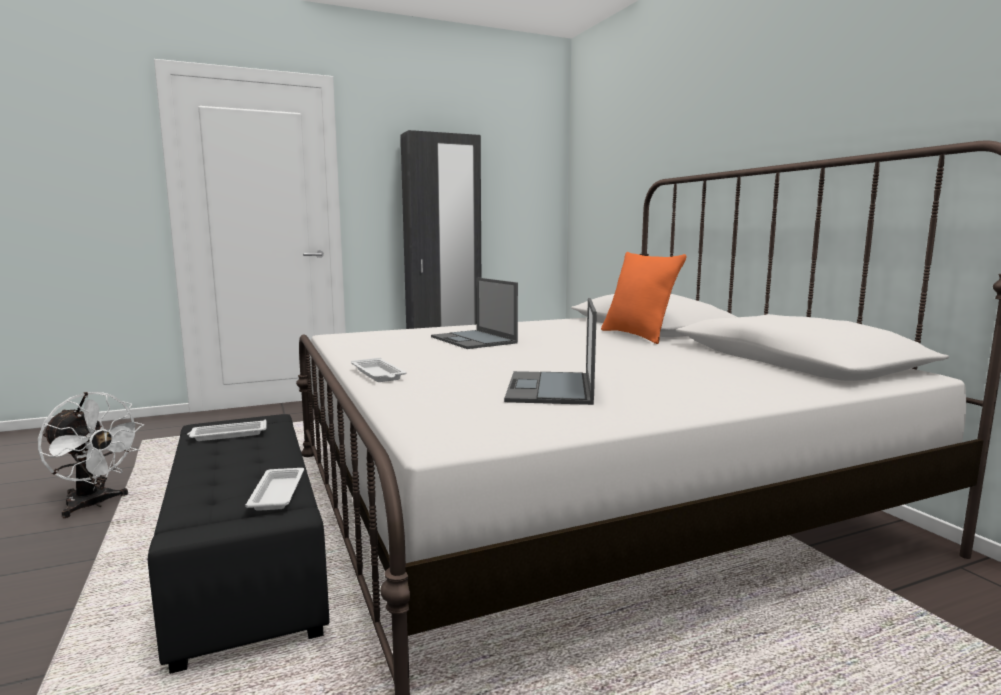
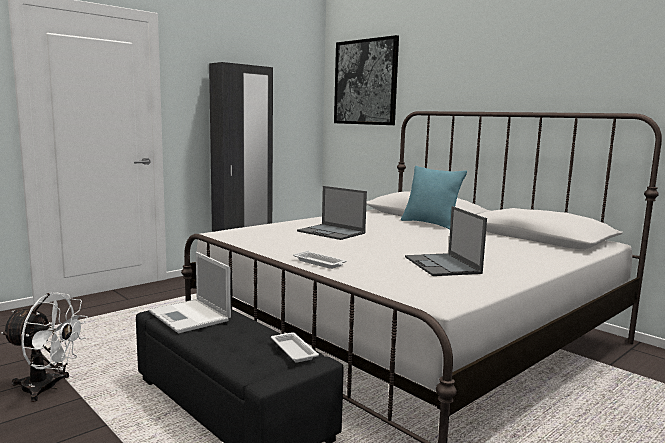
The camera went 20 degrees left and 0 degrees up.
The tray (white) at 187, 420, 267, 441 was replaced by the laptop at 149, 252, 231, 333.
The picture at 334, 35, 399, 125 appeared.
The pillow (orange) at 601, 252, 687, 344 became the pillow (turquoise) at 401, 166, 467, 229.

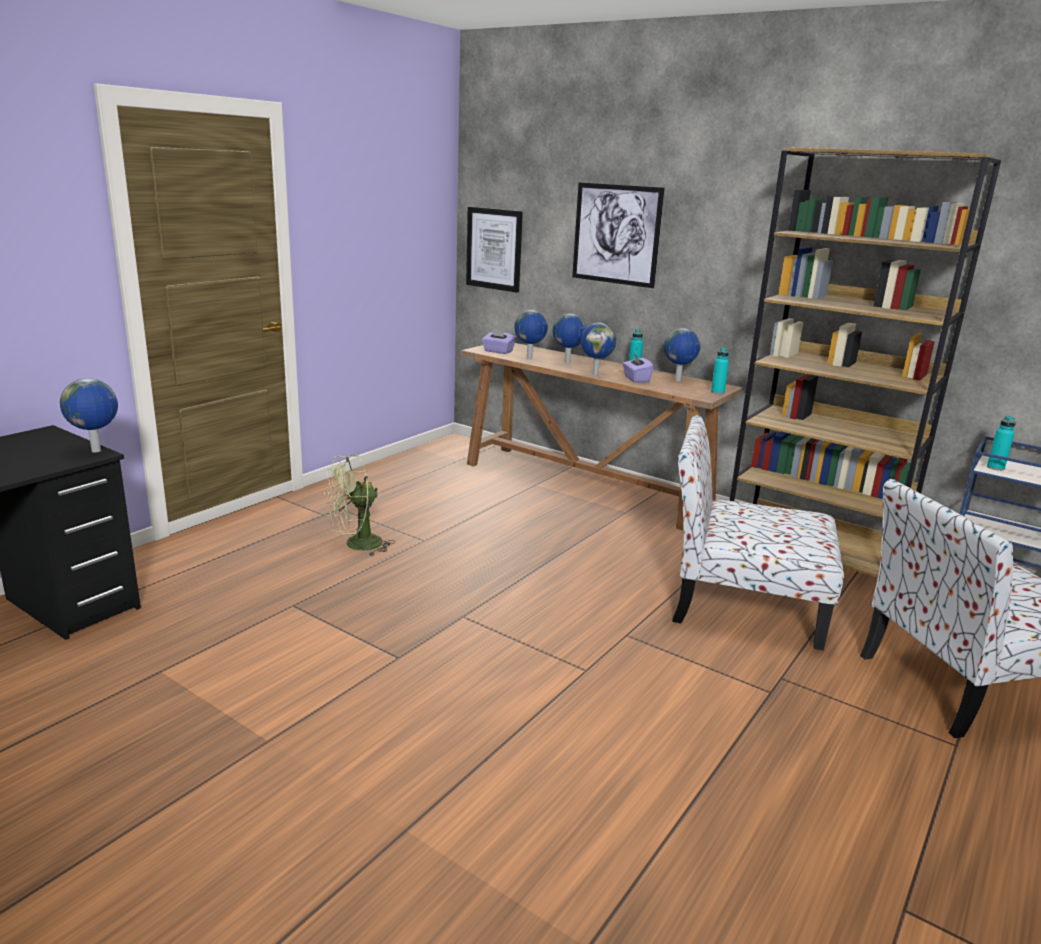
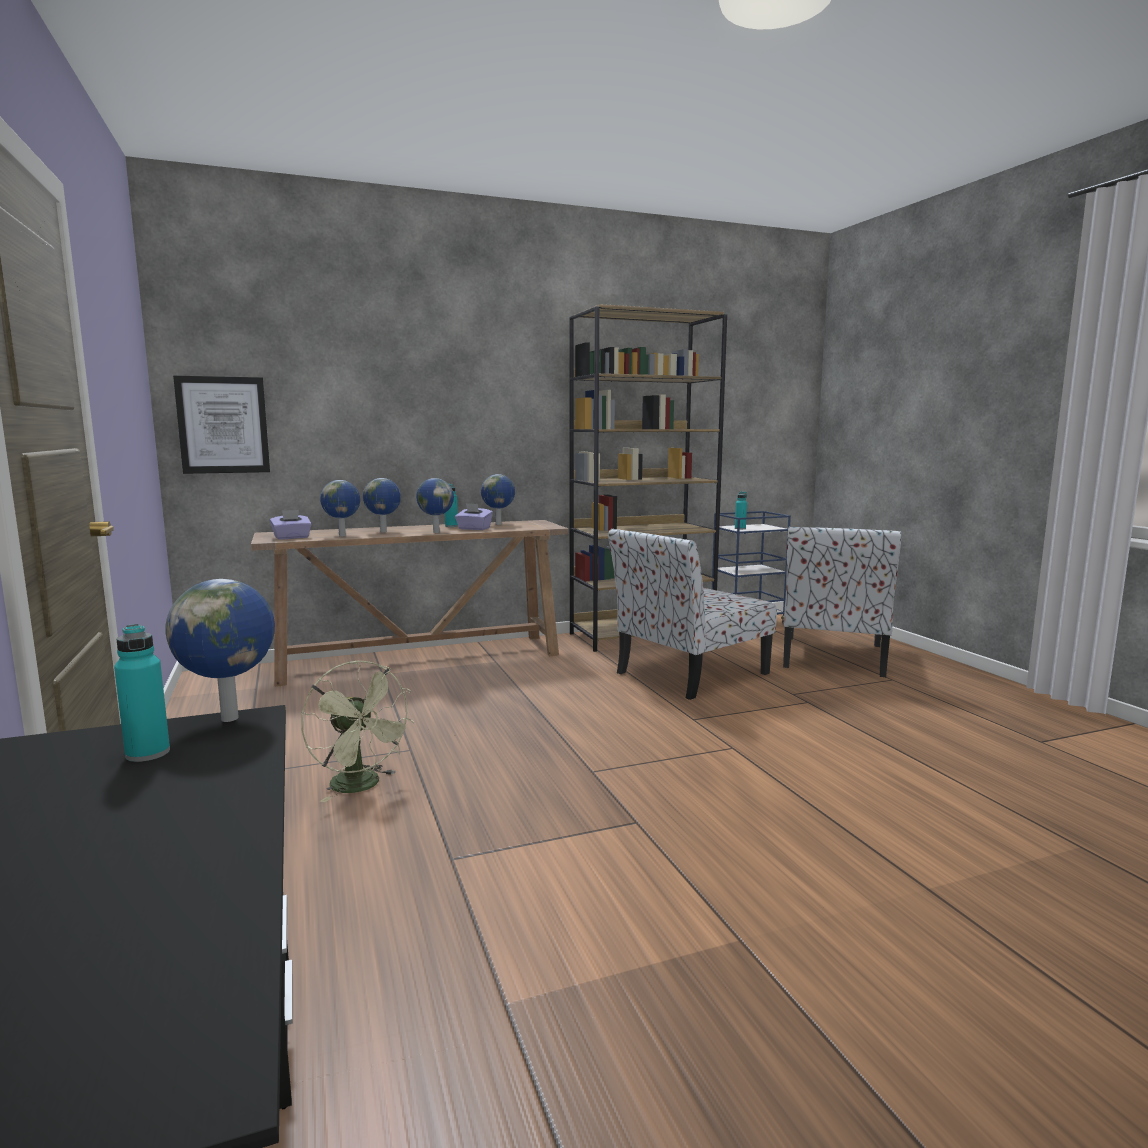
The camera went 55 degrees left and 10 degrees down.
The bottle (turquoise) moved from 711, 347, 729, 394 to 114, 624, 170, 762.
The fan (green) at 324, 454, 395, 557 turned 45 degrees counterclockwise.
The picture at 572, 182, 664, 288 disappeared.

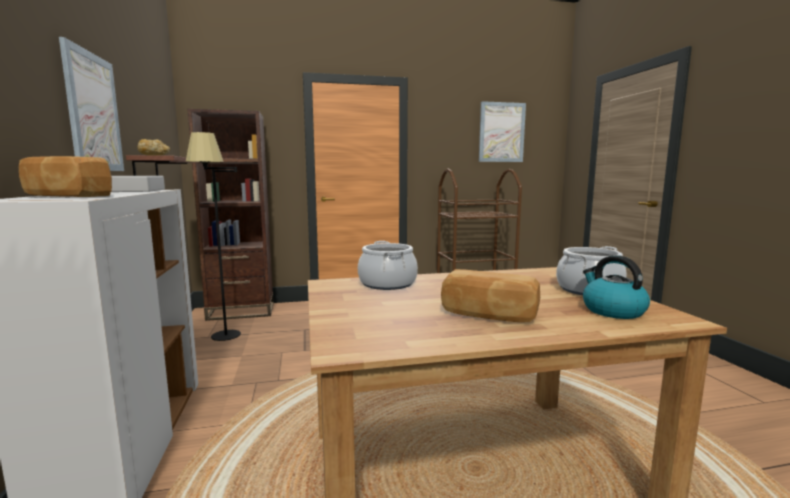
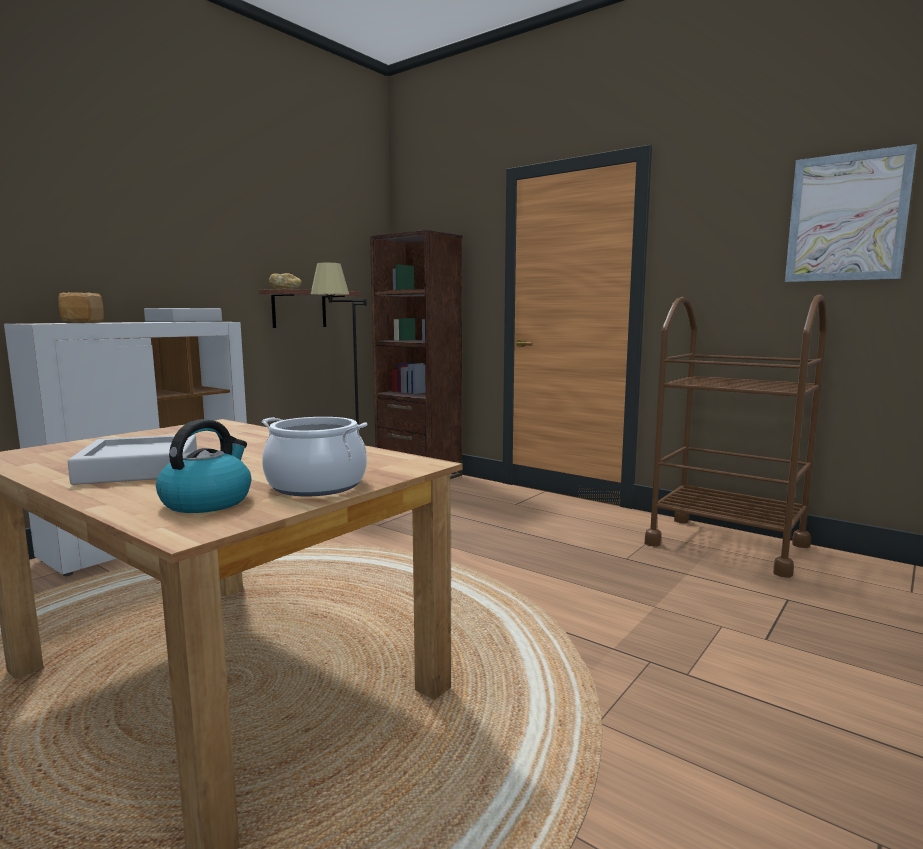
The camera went 50 degrees right and 0 degrees up.
The bread at 441, 269, 540, 322 was replaced by the tray (grey) at 67, 434, 197, 485.
The picture at 59, 37, 124, 171 disappeared.
The cooking pot at 358, 241, 418, 290 disappeared.

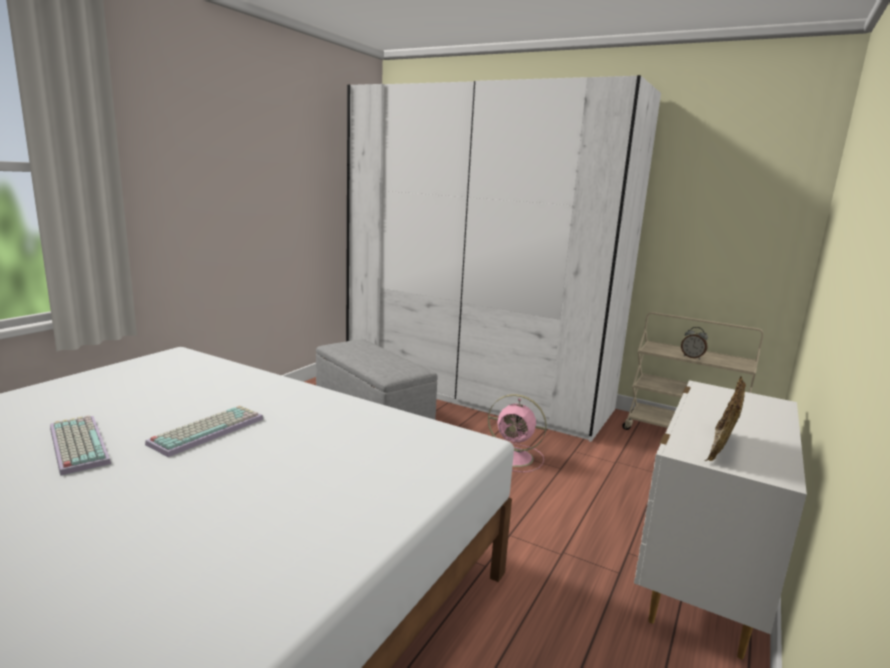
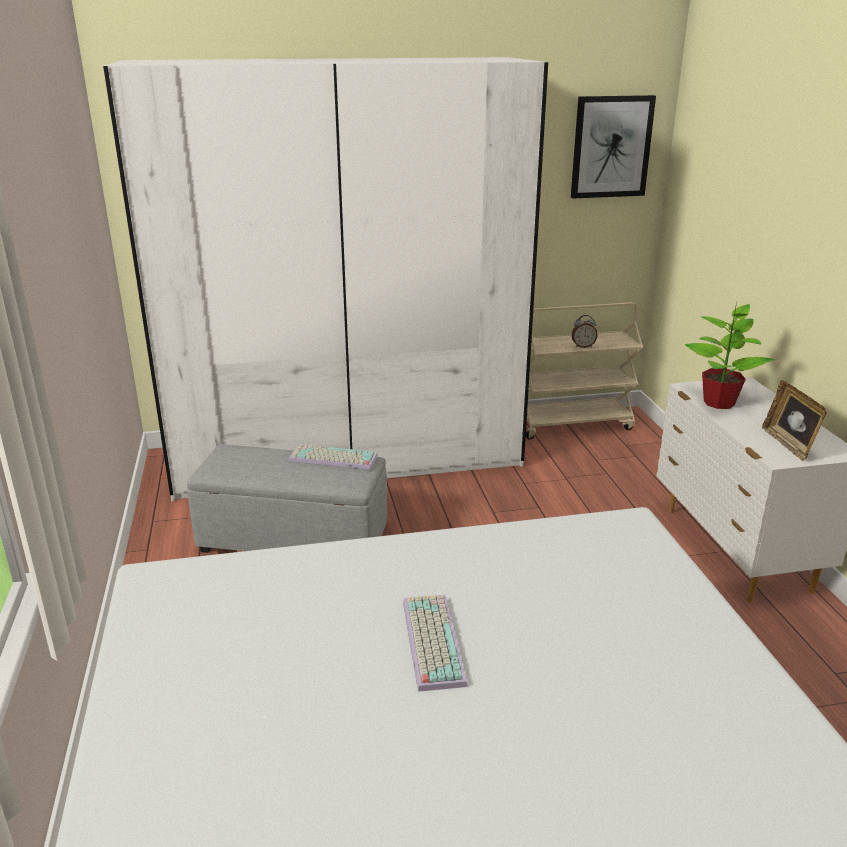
The camera went 40 degrees left and 10 degrees up.
The keyboard moved from 50, 415, 111, 476 to 289, 444, 378, 470.
The picture at 571, 95, 656, 199 appeared.
The potted plant at 685, 302, 774, 409 appeared.
The fan (pink) at 488, 394, 547, 472 disappeared.

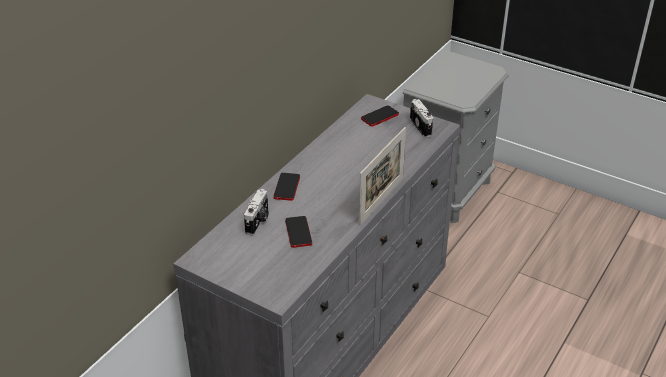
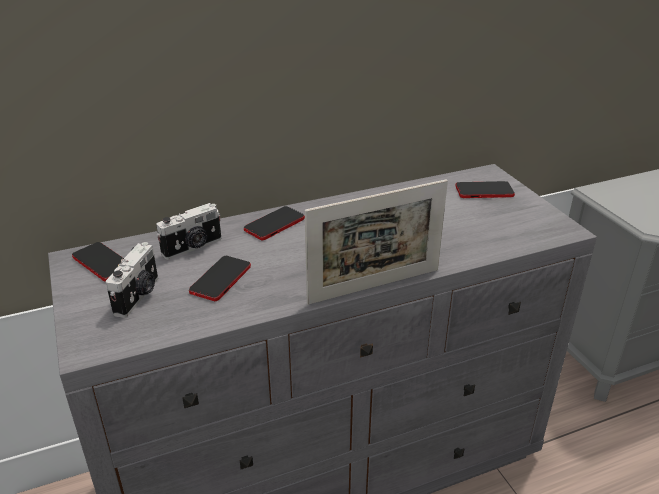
The camera went 35 degrees right and 5 degrees down.
The phone at 72, 242, 124, 282 appeared.
The photo camera moved from 410, 99, 433, 138 to 106, 242, 158, 318.

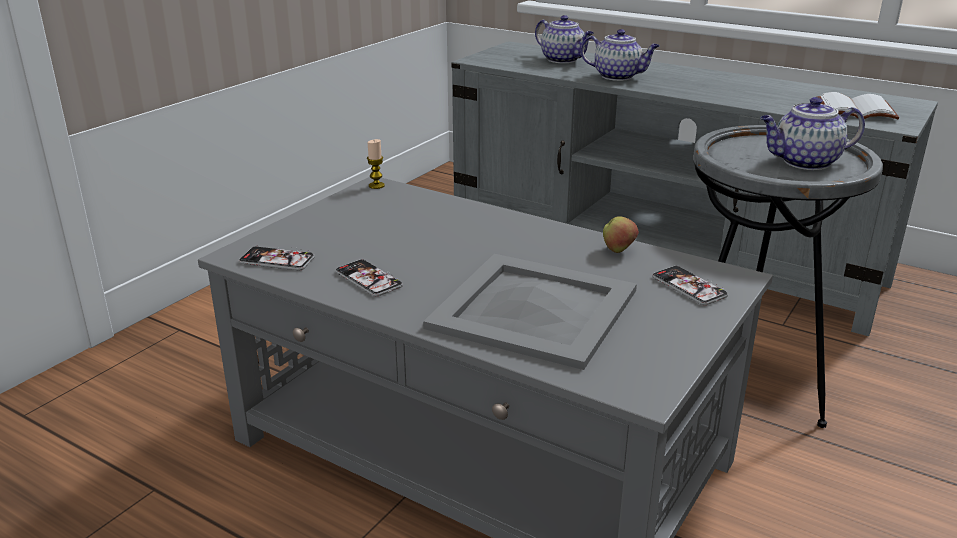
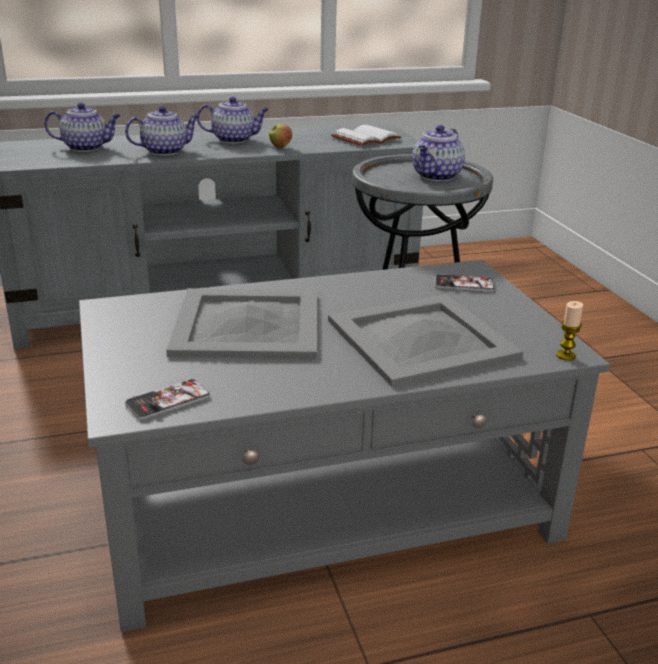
The camera went 50 degrees left and 0 degrees up.
The tray (grey) at 166, 288, 317, 359 appeared.
The teapot at 197, 97, 269, 143 appeared.
The apple moved from 603, 216, 639, 253 to 269, 124, 292, 148.
The candle moved from 367, 139, 385, 189 to 556, 301, 583, 360.
The phone at 335, 259, 403, 297 disappeared.

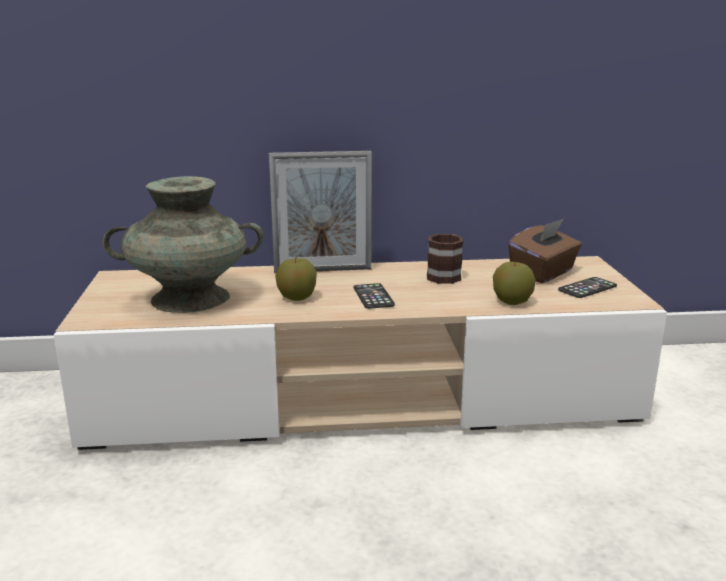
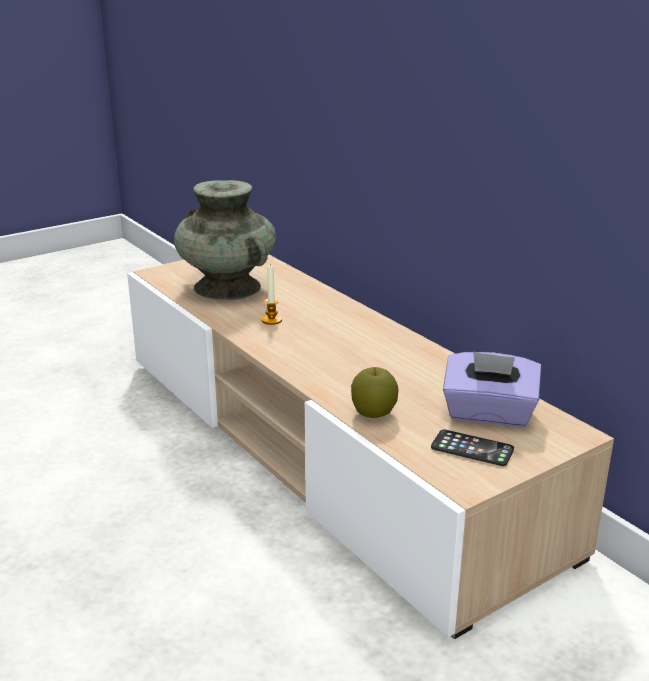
The camera went 60 degrees right and 5 degrees up.
The apple at 275, 258, 317, 301 was replaced by the candle at 262, 264, 282, 325.
The tissue box (brown) at 508, 219, 582, 283 became the tissue box (purple) at 443, 351, 541, 427.
The picture frame at 269, 151, 372, 273 disappeared.
The phone at 354, 283, 395, 309 disappeared.
The mug at 427, 234, 463, 284 disappeared.

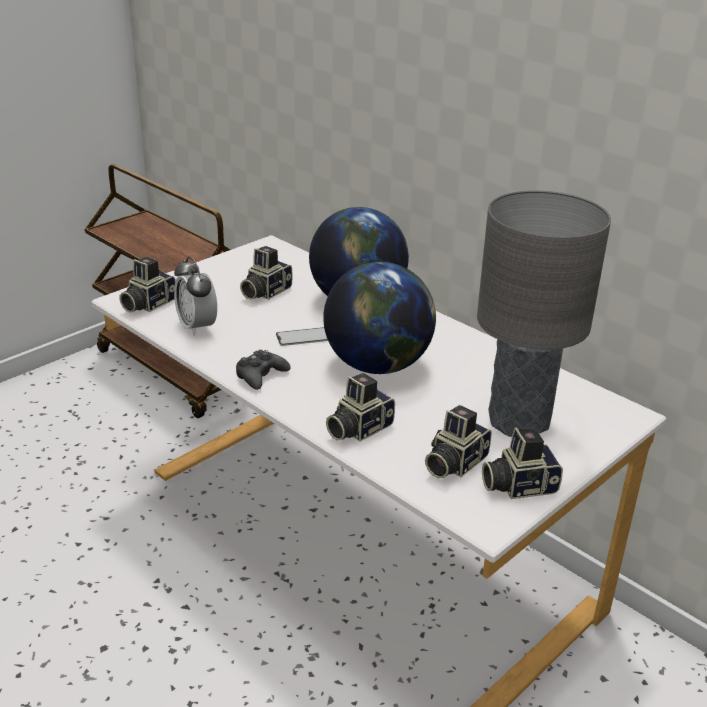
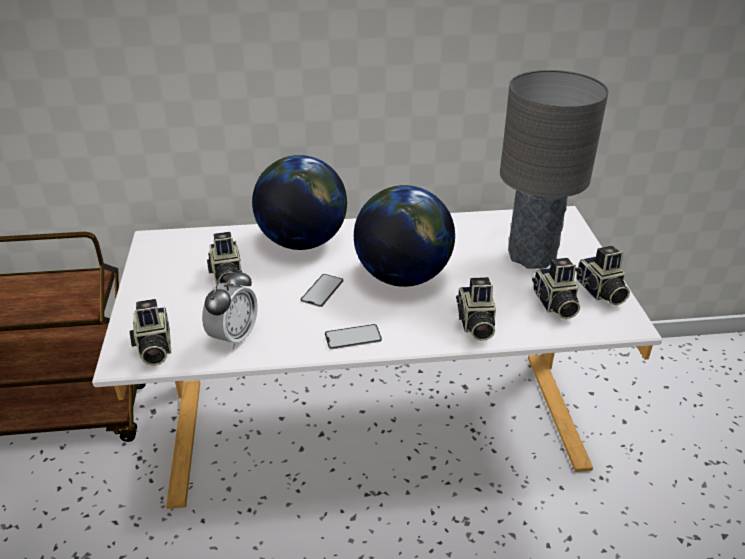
The camera went 50 degrees left and 5 degrees up.
The alarm clock at 174, 256, 217, 336 turned 75 degrees counterclockwise.
The game controller (black) at 236, 350, 290, 390 was replaced by the phone at 325, 324, 382, 349.
The photo camera at 482, 427, 563, 499 turned 45 degrees counterclockwise.

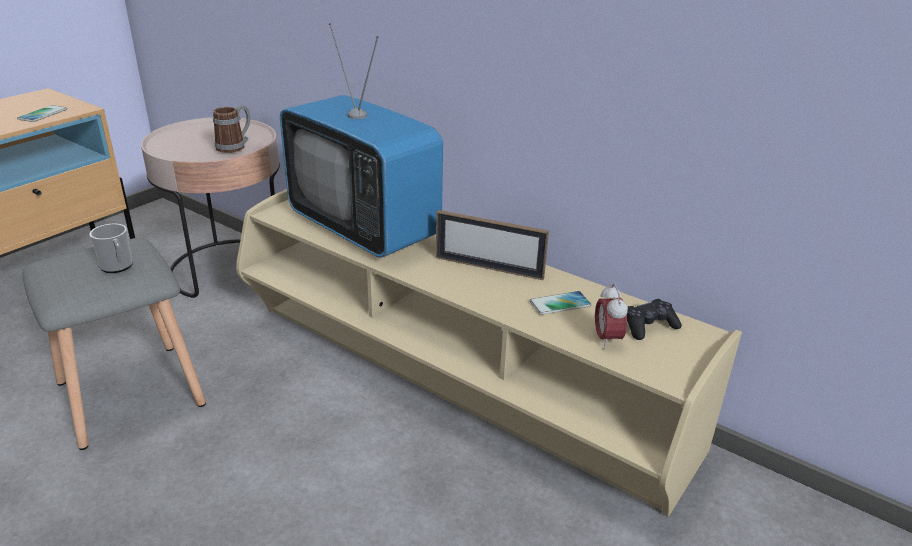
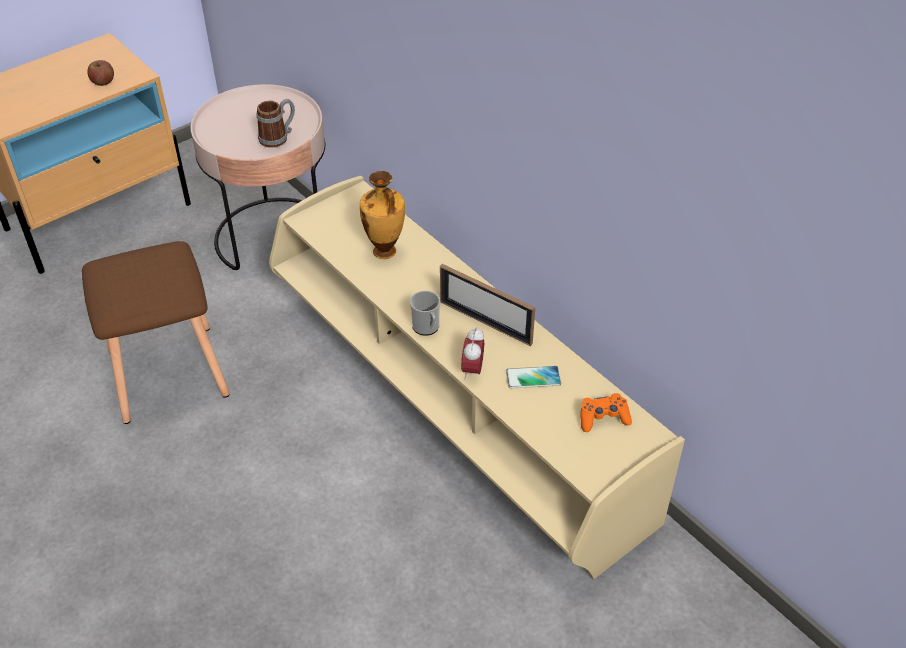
The camera went 15 degrees right and 15 degrees up.
The stool (grey) at 22, 238, 206, 450 became the stool (brown) at 82, 241, 229, 424.
The phone at 17, 105, 67, 122 was replaced by the apple at 87, 60, 114, 86.
The television at 280, 23, 443, 258 was replaced by the vase at 360, 171, 405, 259.
The mug moved from 89, 224, 133, 273 to 410, 291, 441, 336.
The alarm clock moved from 595, 284, 628, 349 to 461, 327, 484, 379.
The game controller (black) at 627, 299, 682, 340 became the game controller (orange) at 580, 393, 632, 432.

